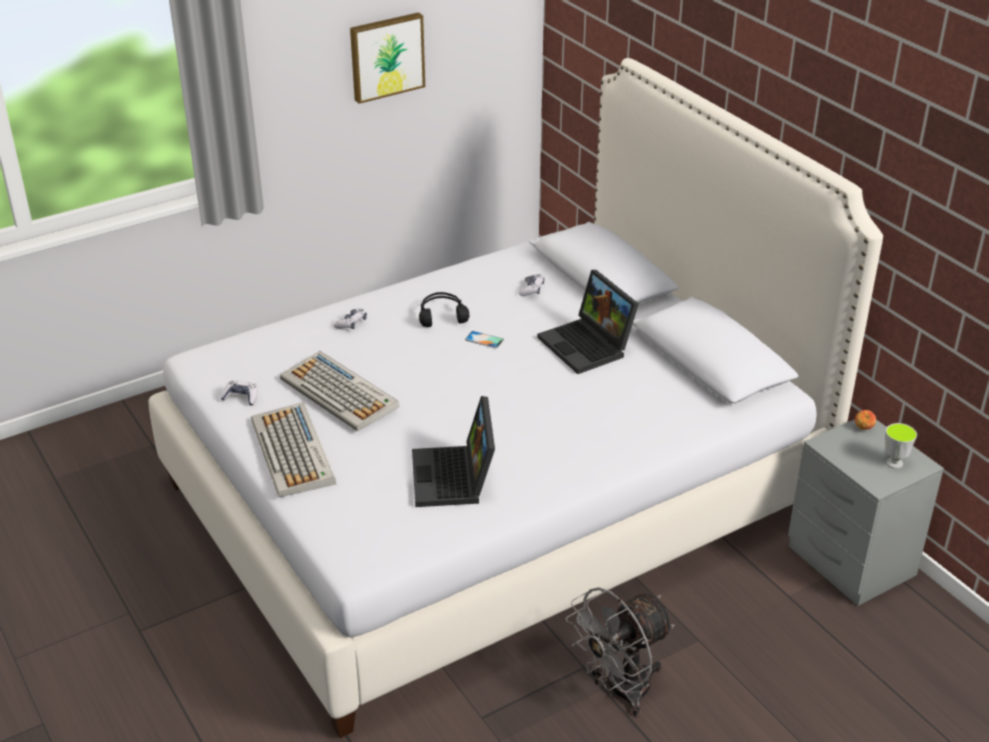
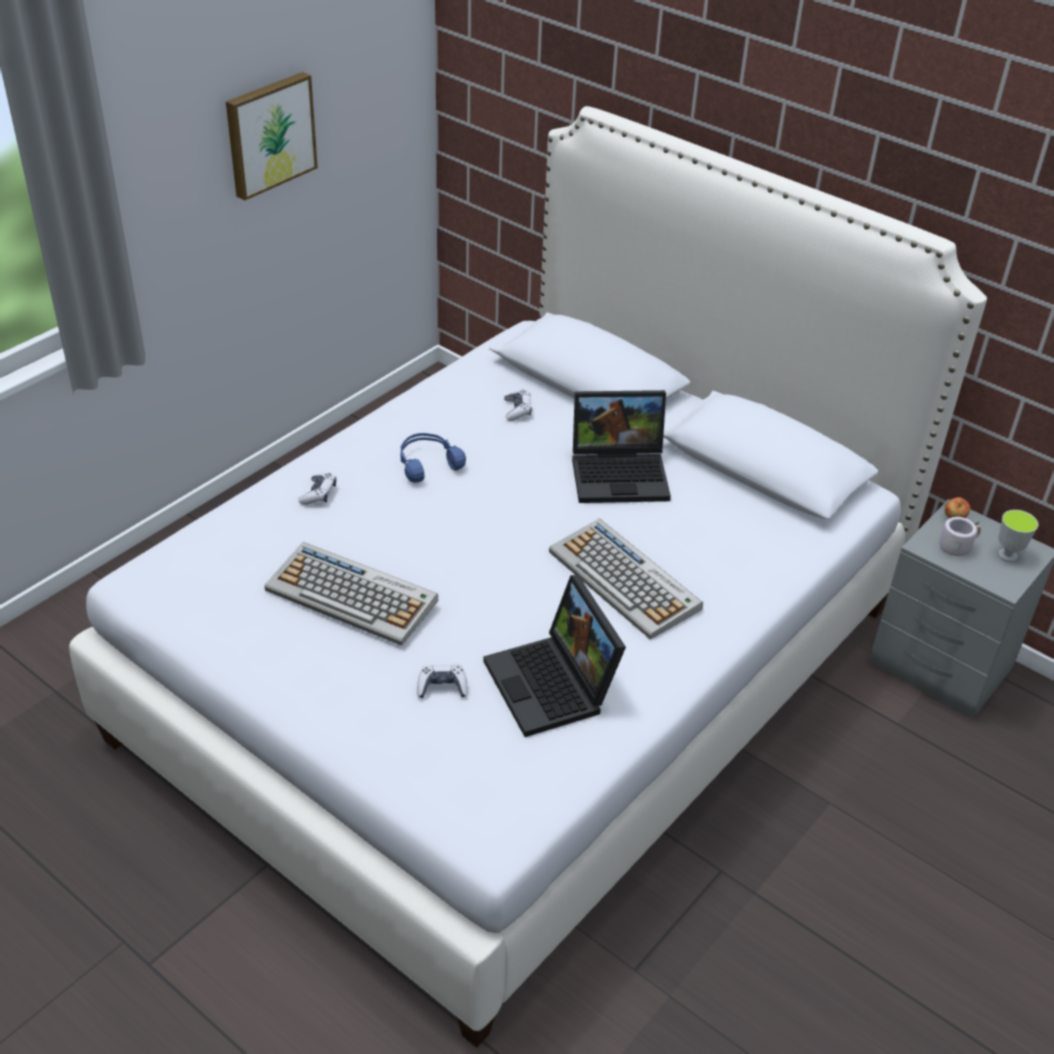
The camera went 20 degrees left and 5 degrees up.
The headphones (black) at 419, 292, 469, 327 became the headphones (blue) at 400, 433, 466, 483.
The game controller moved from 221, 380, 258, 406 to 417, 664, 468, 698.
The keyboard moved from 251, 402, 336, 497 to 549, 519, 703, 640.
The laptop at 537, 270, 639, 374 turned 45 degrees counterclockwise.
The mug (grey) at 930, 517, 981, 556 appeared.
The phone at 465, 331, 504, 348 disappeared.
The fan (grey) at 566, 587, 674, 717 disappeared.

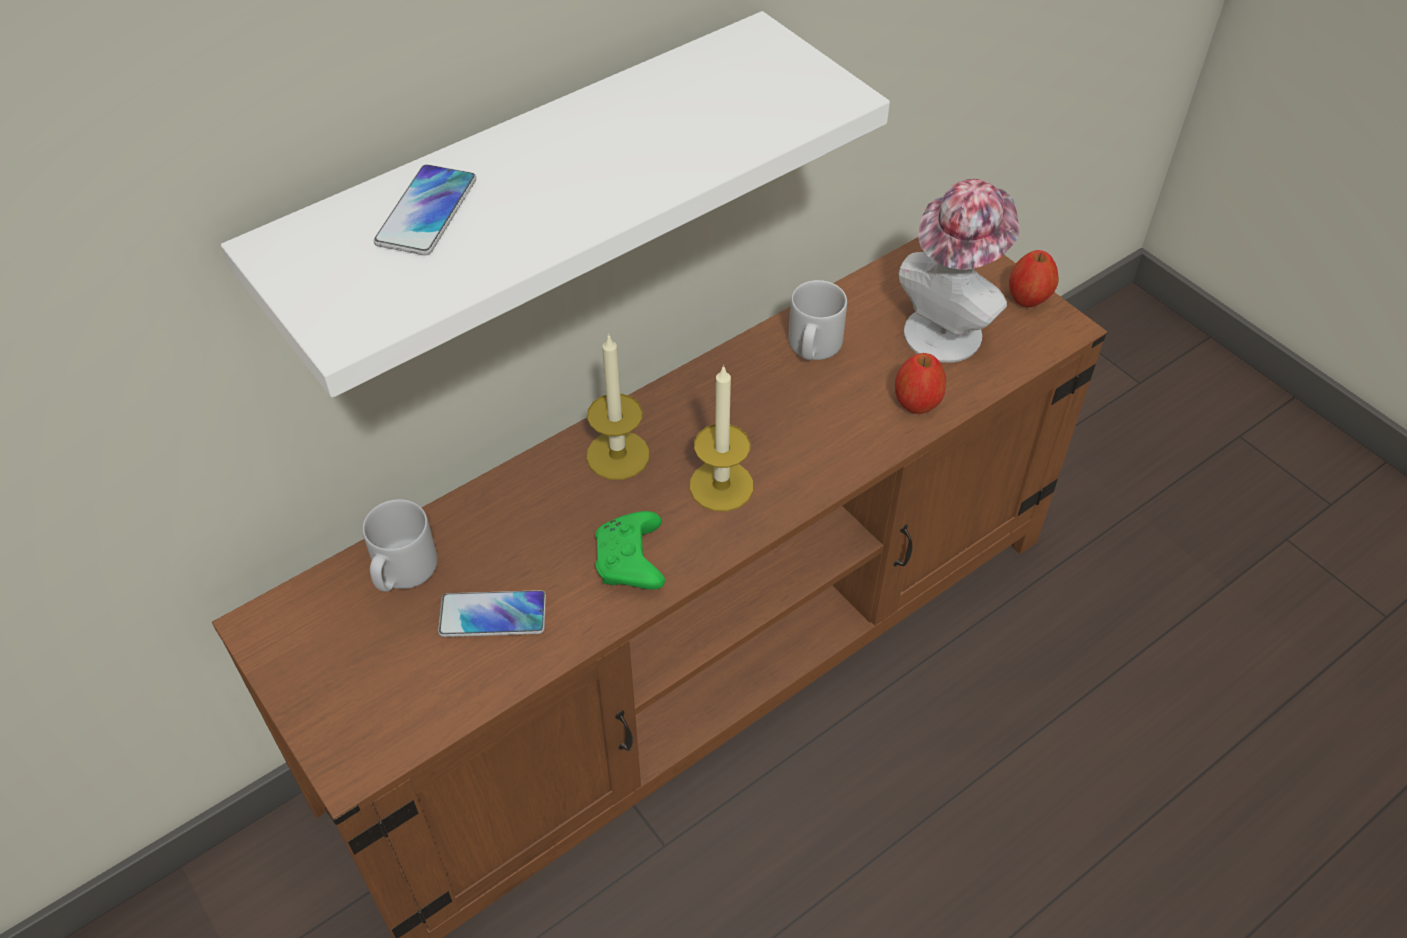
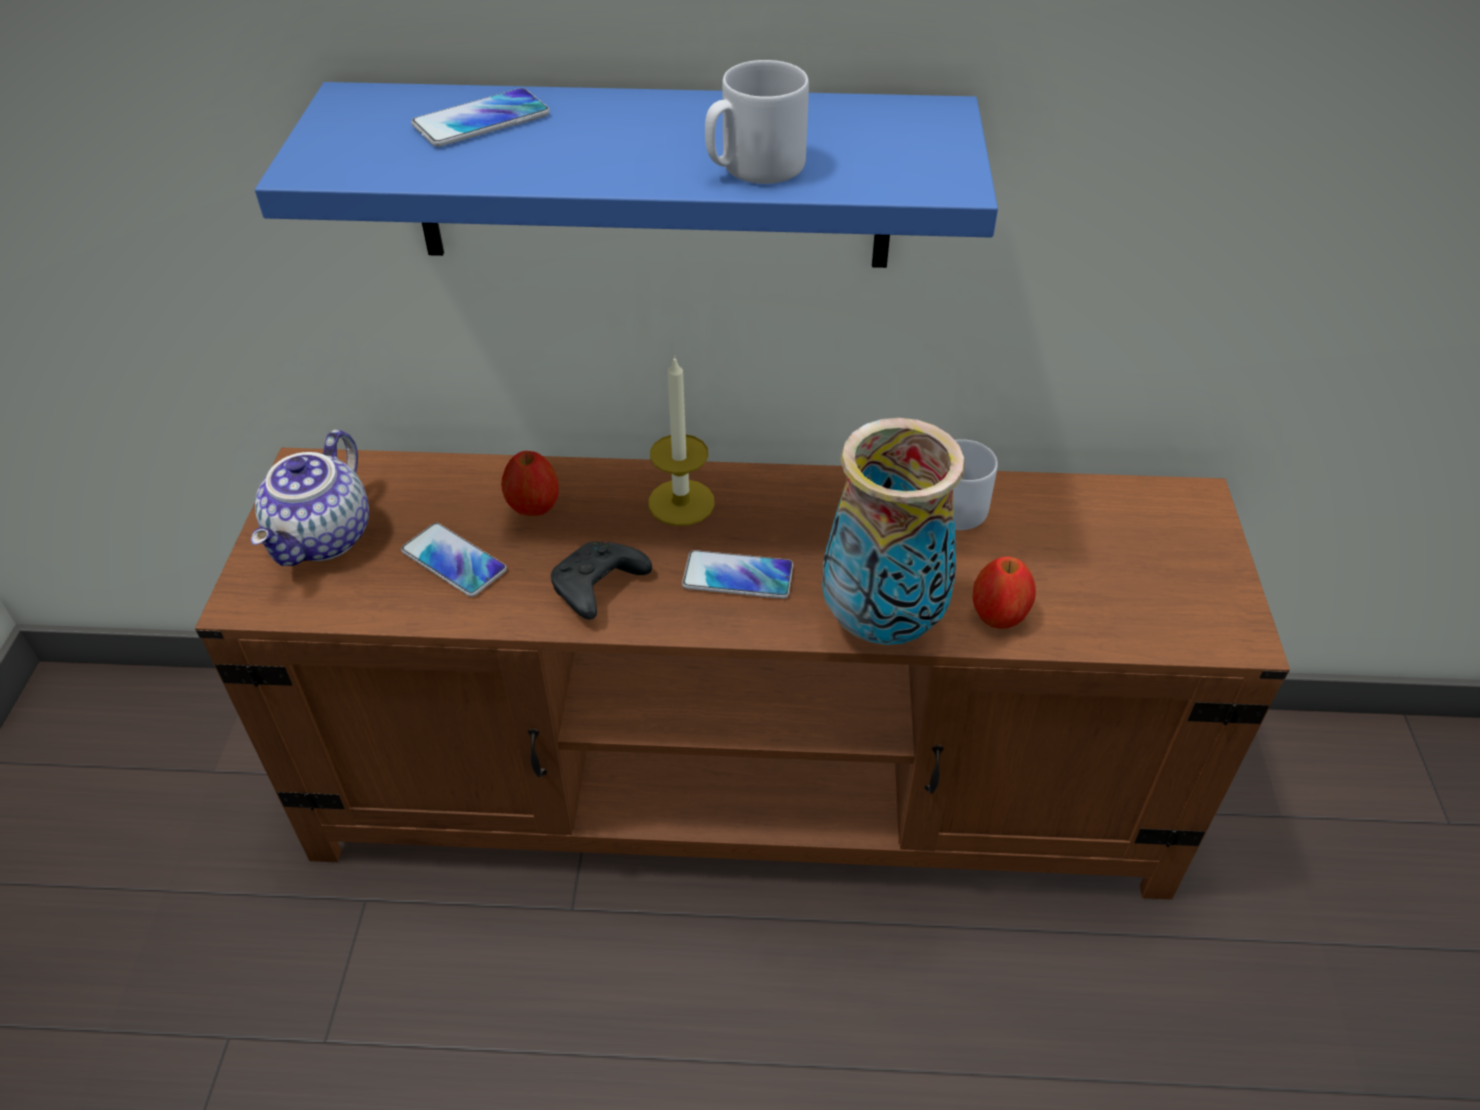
The camera went 40 degrees right and 5 degrees down.
The teapot at 251, 429, 369, 566 appeared.
The shelf (white) at 221, 11, 890, 398 became the shelf (blue) at 255, 82, 998, 268.
The apple moved from 1009, 250, 1059, 307 to 501, 451, 559, 516.
The game controller (green) at 596, 511, 665, 590 became the game controller (black) at 551, 542, 652, 620.
The candle at 690, 365, 753, 511 was replaced by the phone at 682, 550, 793, 599.
The mug (grey) moved from 362, 499, 437, 592 to 705, 60, 809, 184.
The vase at 822, 418, 965, 645 appeared.
The hat at 898, 179, 1020, 363 disappeared.

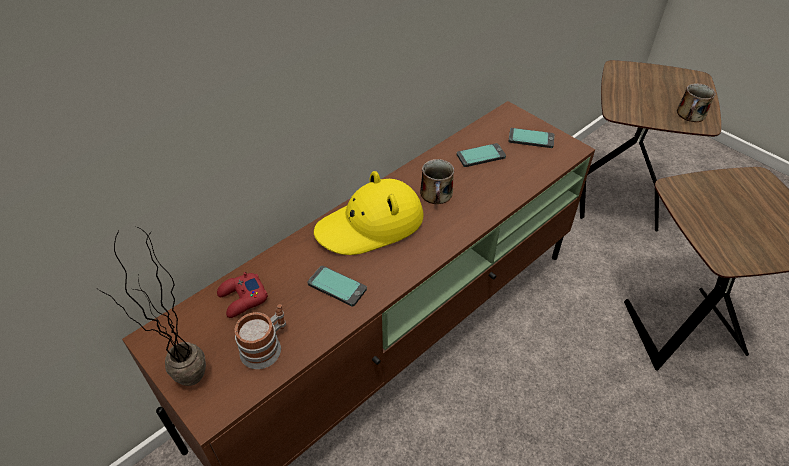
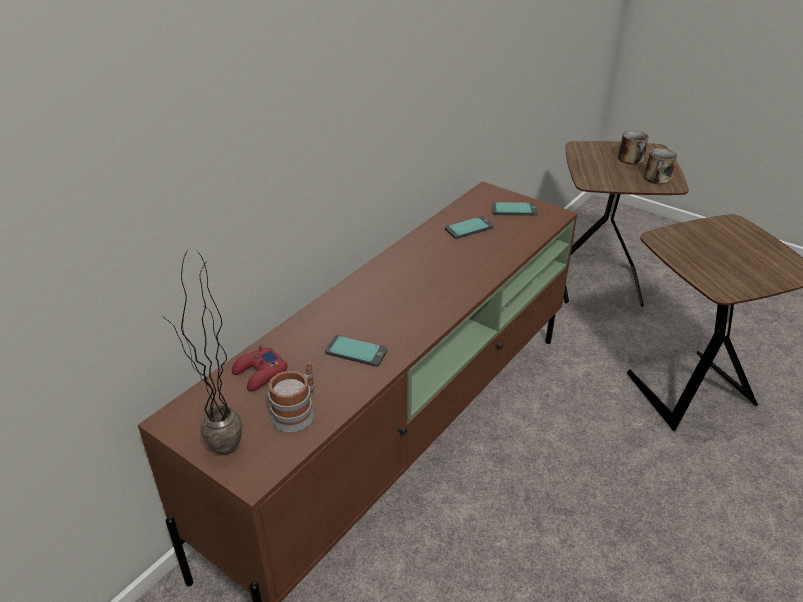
The camera went 10 degrees left and 10 degrees down.
The mug moved from 420, 159, 454, 204 to 618, 130, 649, 165.
The hat (yellow) at 314, 171, 423, 255 disappeared.

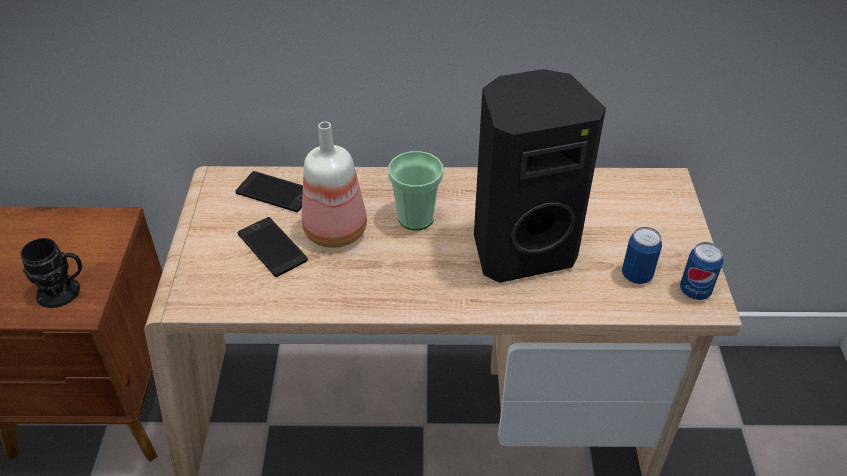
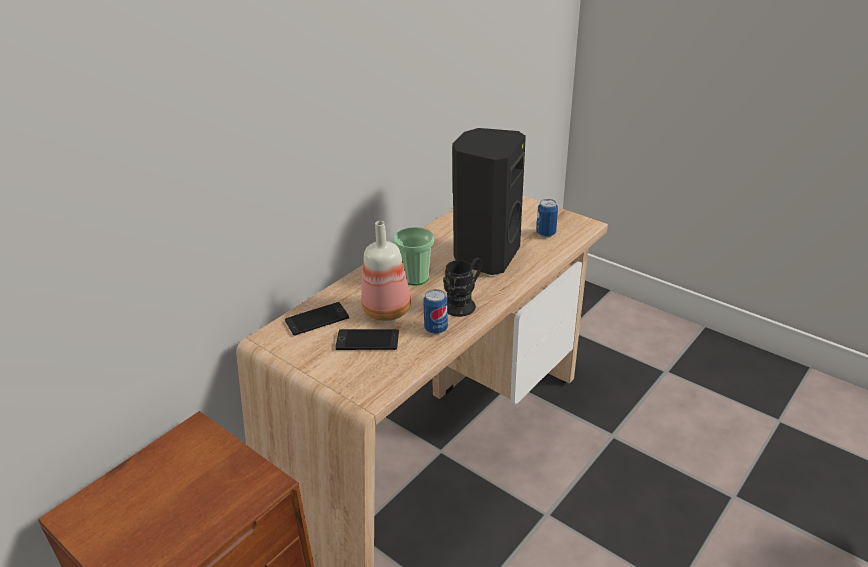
The camera went 50 degrees left and 10 degrees down.
The can moved from 680, 242, 724, 300 to 423, 289, 448, 334.
The mug (black) moved from 20, 238, 82, 308 to 443, 257, 482, 317.

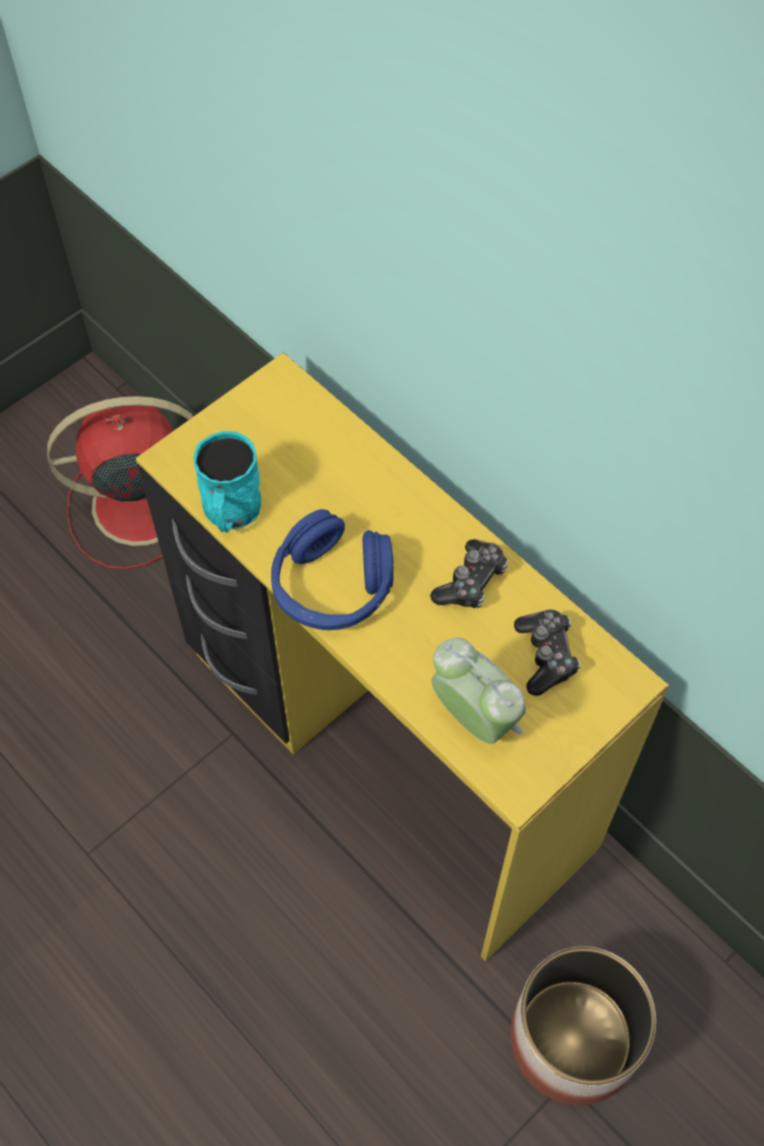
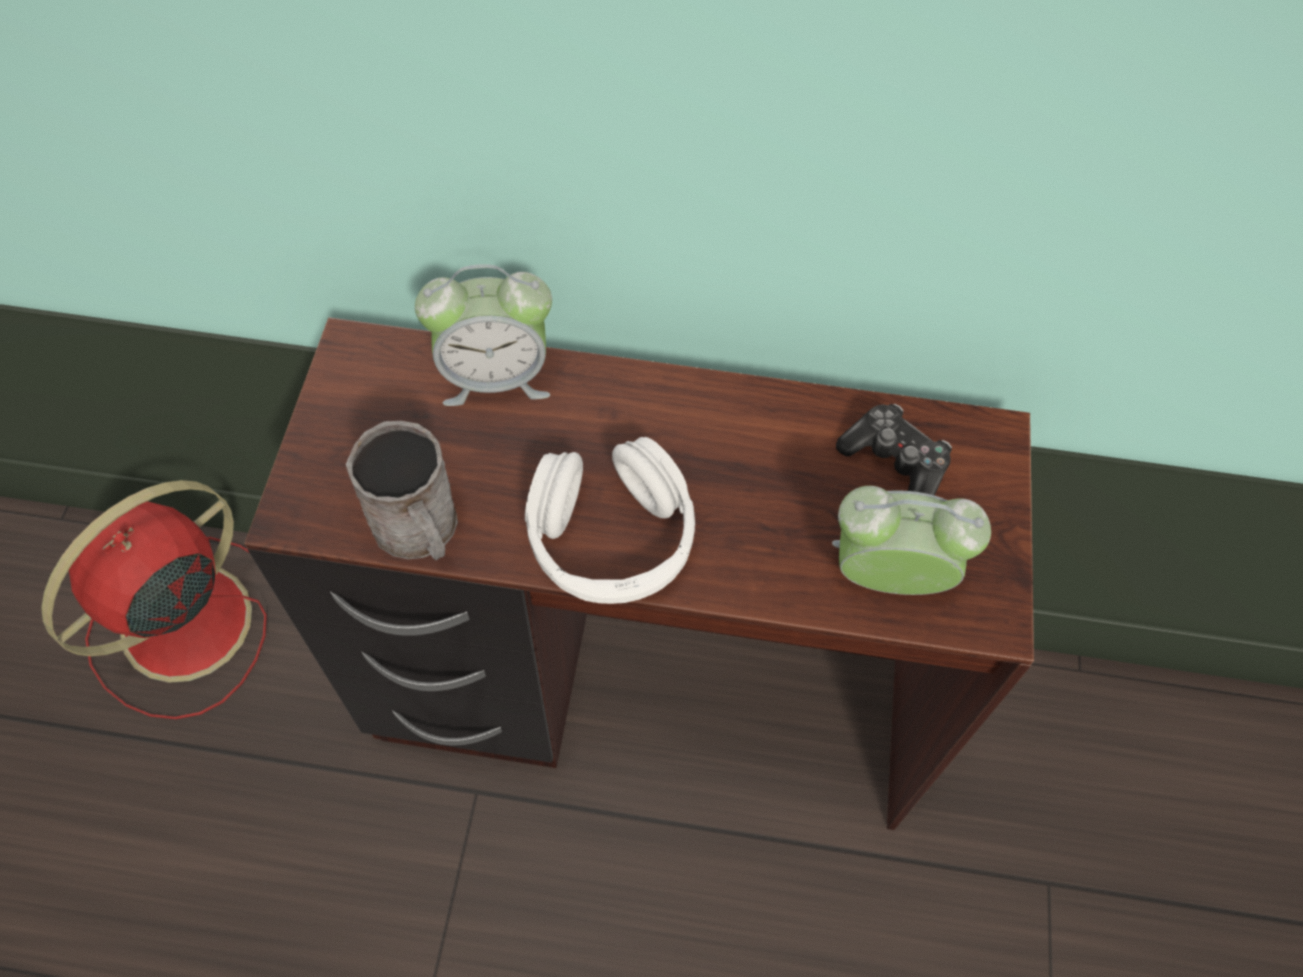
The camera went 40 degrees left and 0 degrees up.
The desk (yellow) at 136, 352, 669, 961 became the desk (brown) at 244, 317, 1034, 830.
The mug (turquoise) at 193, 431, 261, 533 became the mug (grey) at 346, 421, 458, 560.
The alarm clock at 415, 264, 552, 406 appeared.
The headphones (blue) at 271, 509, 394, 630 became the headphones (white) at 525, 437, 695, 604.
The game controller at 430, 539, 508, 608 disappeared.
The planter at 510, 946, 656, 1105 disappeared.

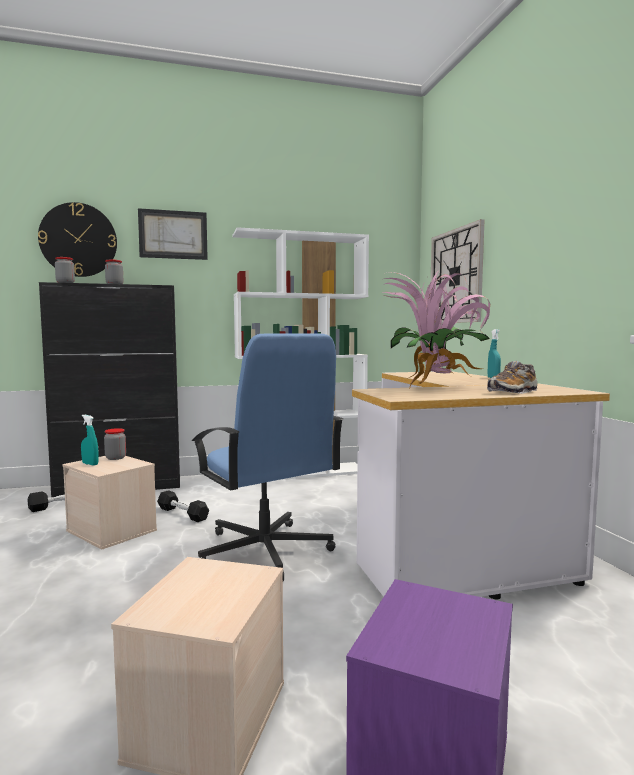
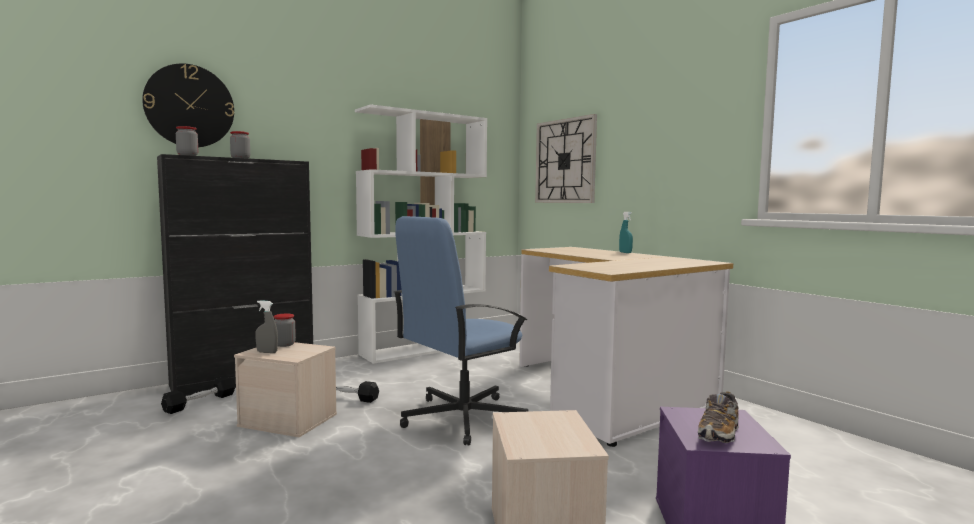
The camera went 20 degrees left and 0 degrees up.
The spray bottle (turquoise) at 81, 415, 99, 466 became the spray bottle (grey) at 255, 300, 278, 353.
The office chair (blue) at 192, 333, 343, 581 turned 105 degrees clockwise.
The shoe moved from 487, 361, 537, 394 to 698, 391, 739, 443.
The picture at 138, 208, 208, 260 disappeared.
The potted plant at 382, 272, 490, 387 disappeared.

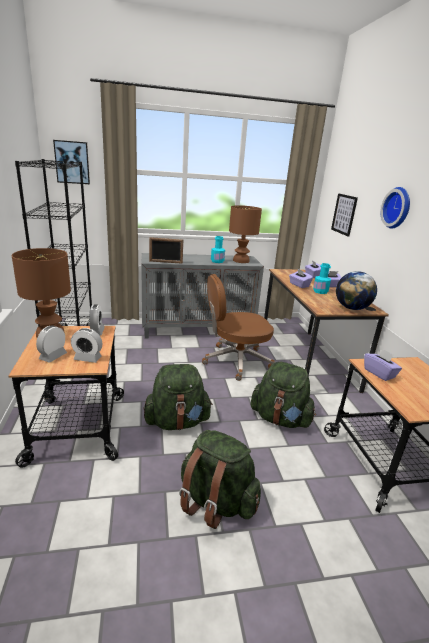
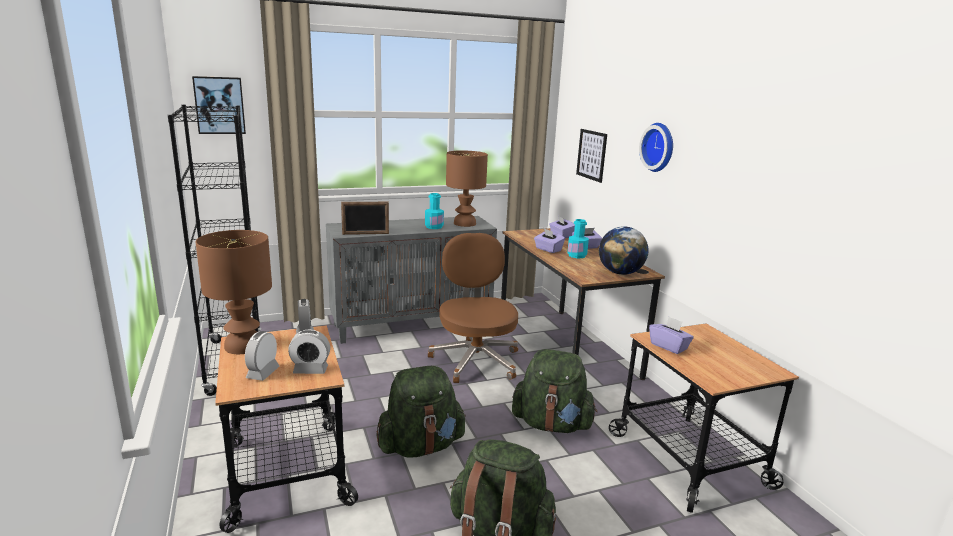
The camera went 10 degrees left and 5 degrees down.
The office chair (brown) at 202, 274, 275, 381 turned 105 degrees clockwise.

